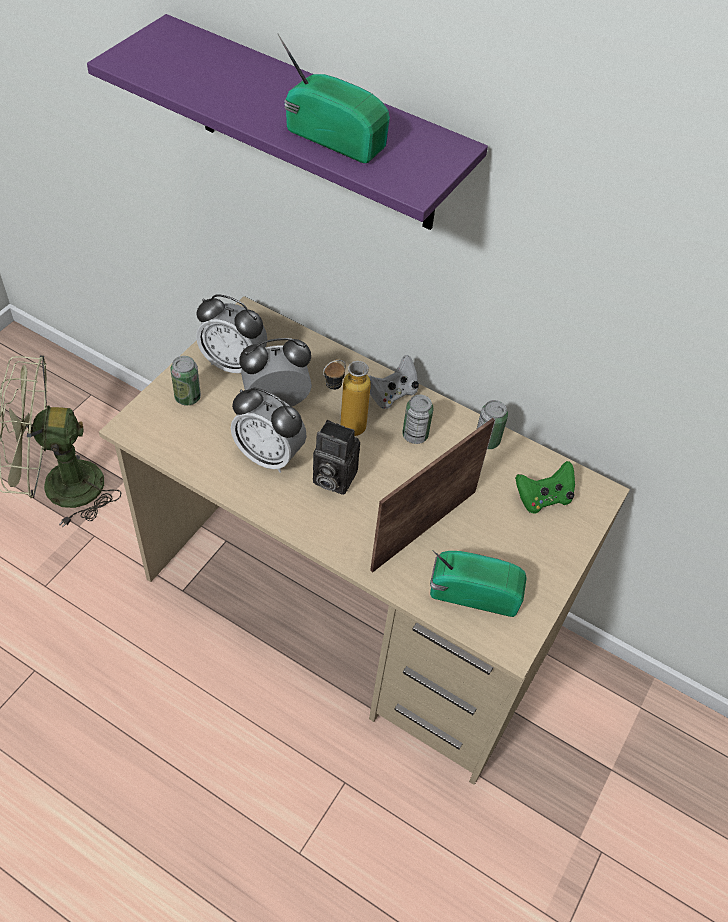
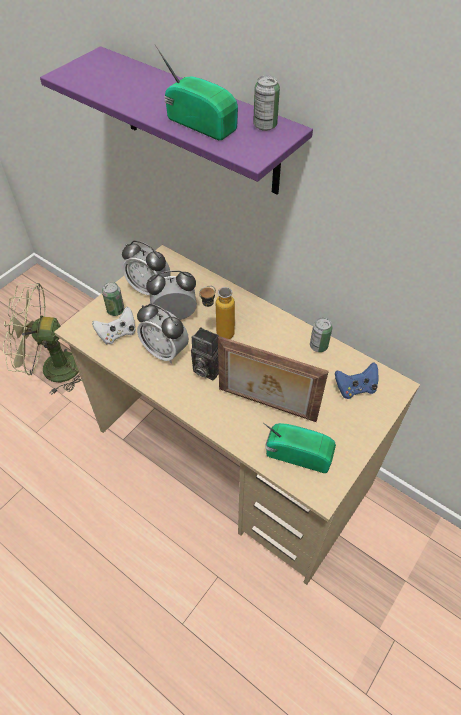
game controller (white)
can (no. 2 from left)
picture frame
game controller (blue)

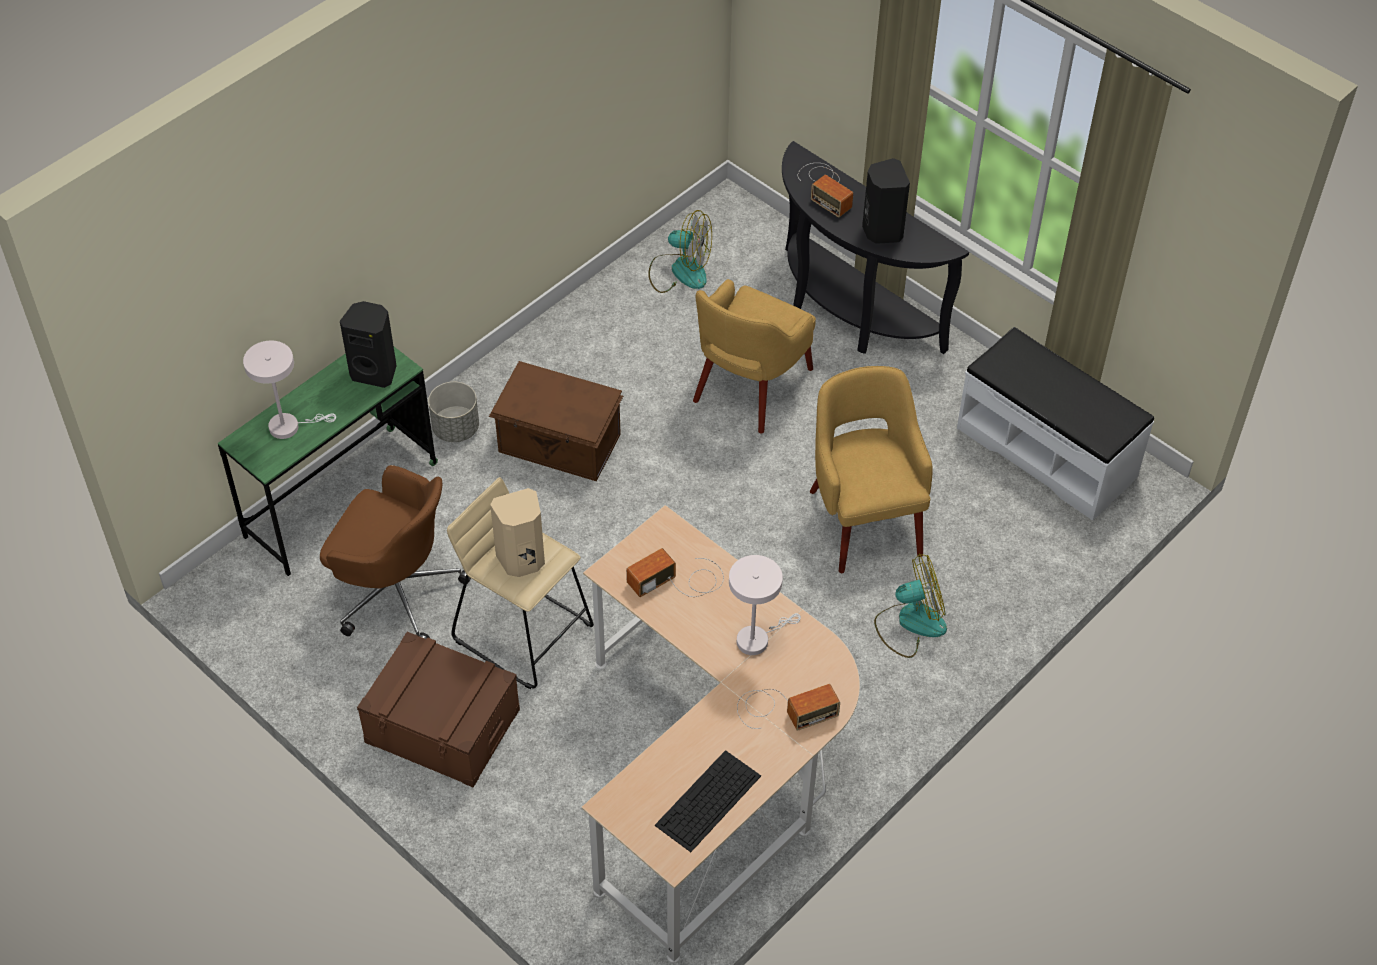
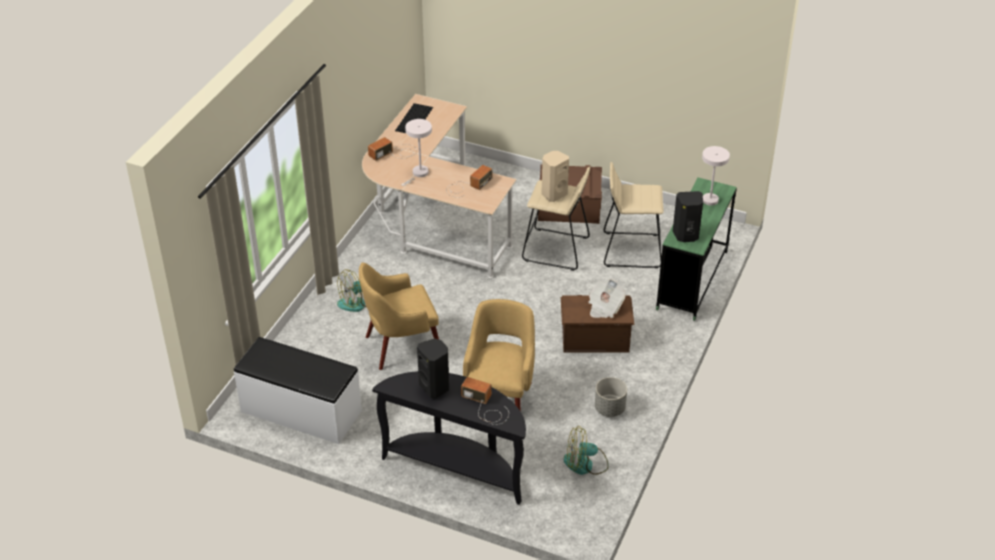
armchair (yellow) (no. 1 from left)
planter (grey)
stool (beige) (no. 2 from left)
newspaper

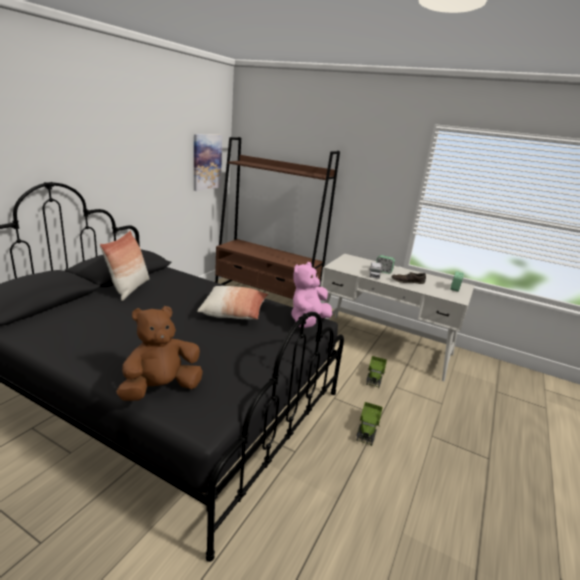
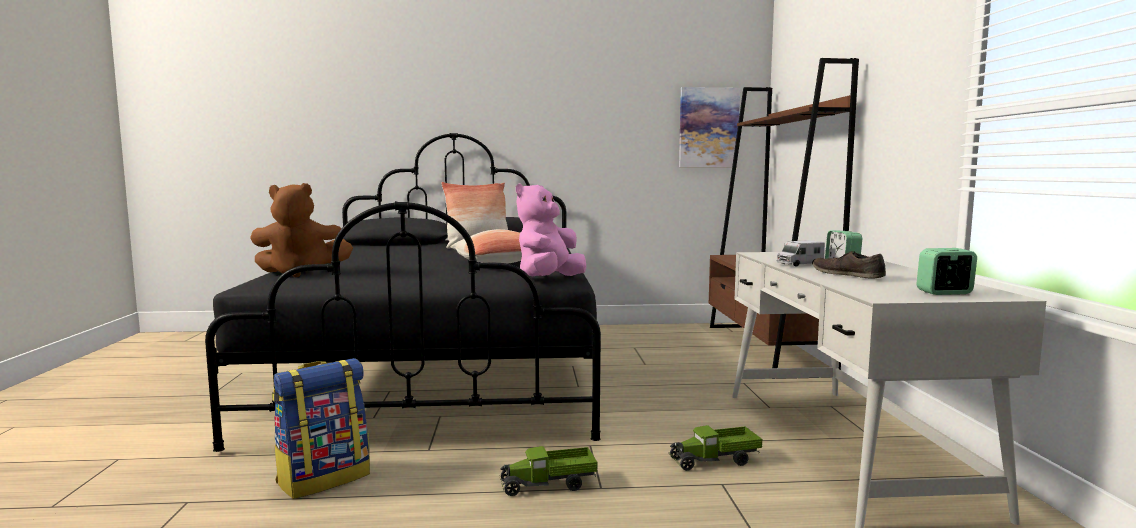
plush toy (pink)
plush toy (brown)
backpack

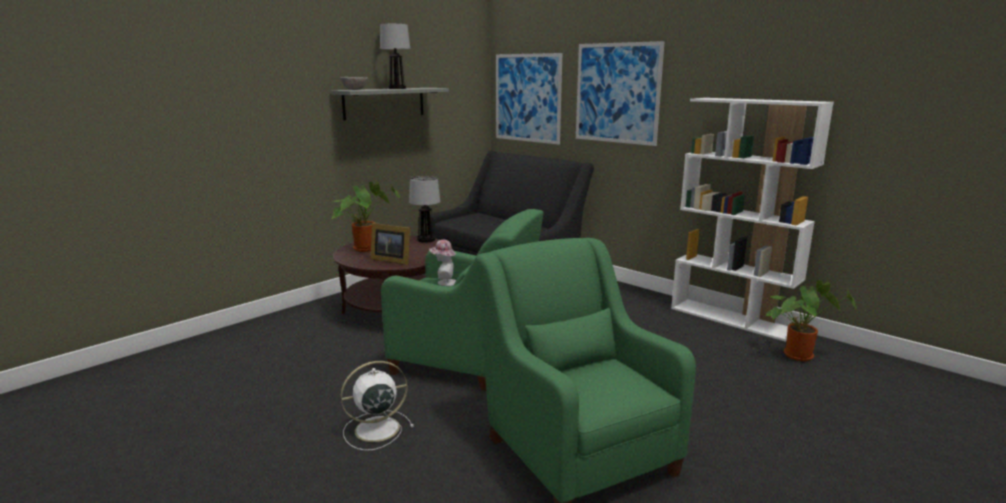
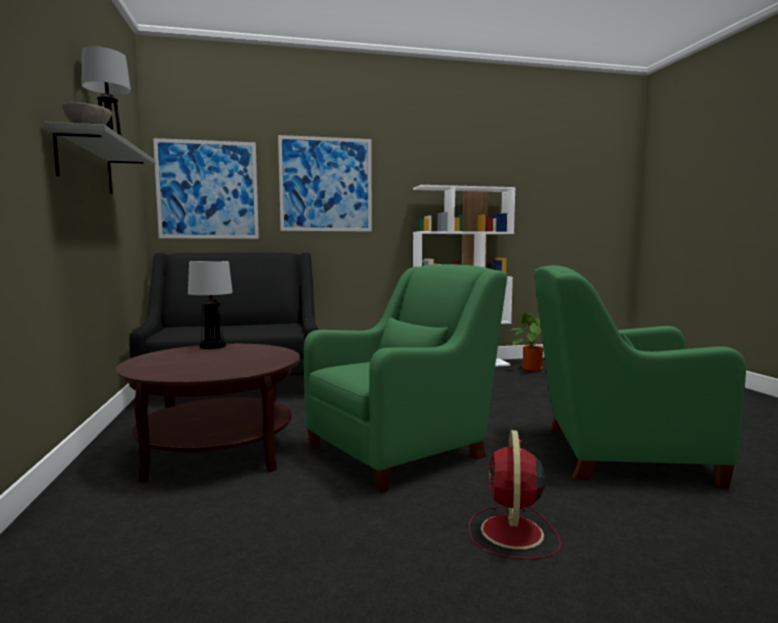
potted plant (no. 1 from left in the first image)
picture frame
hat
fan (red)

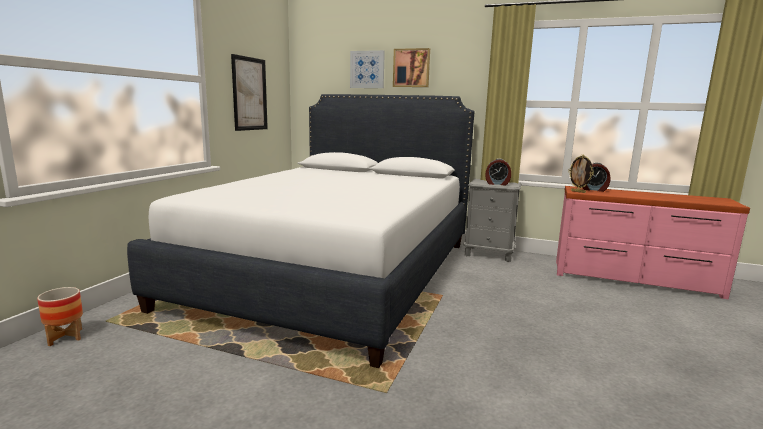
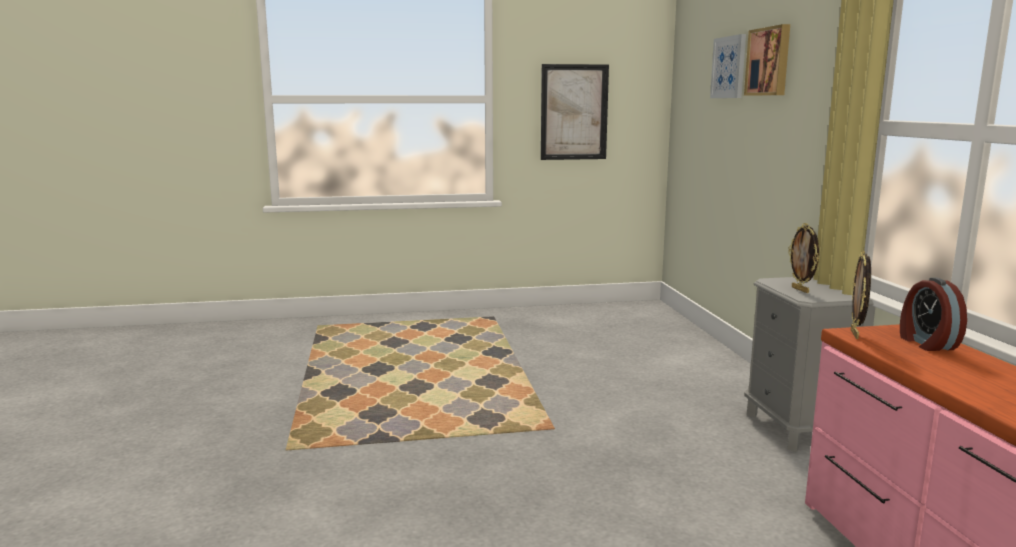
bed (white)
picture frame (no. 1 from left)
planter

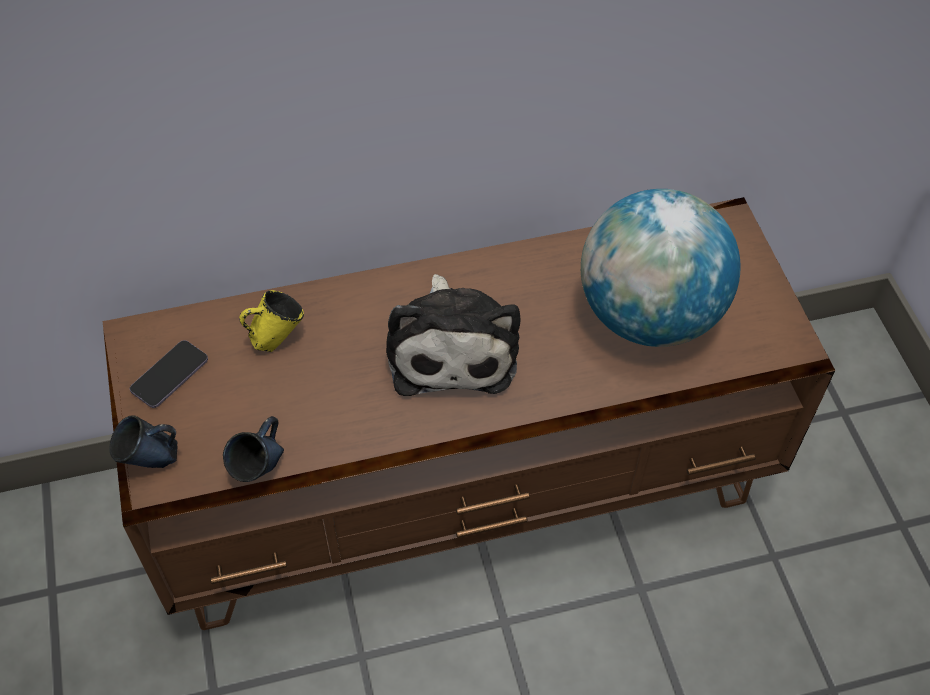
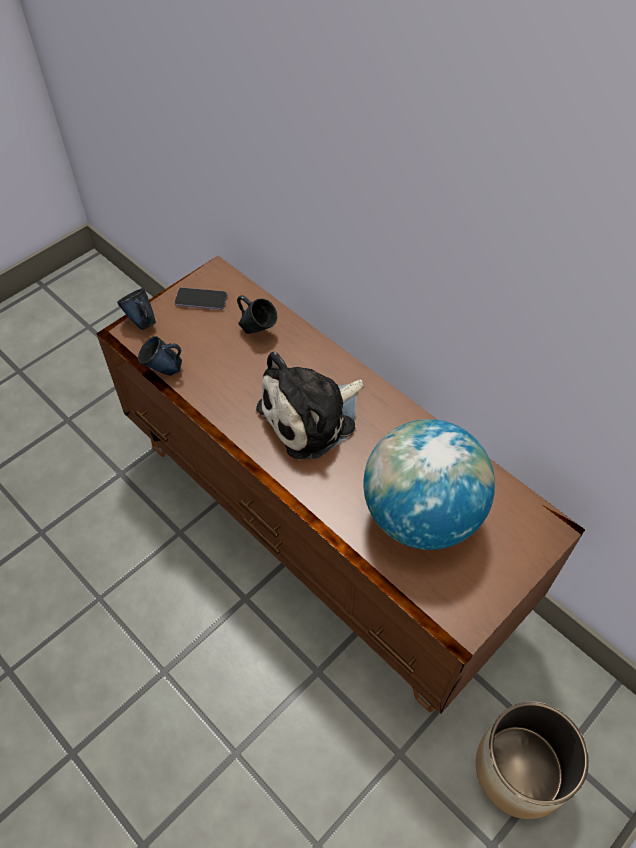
mug (blue) (no. 3 from left)
planter

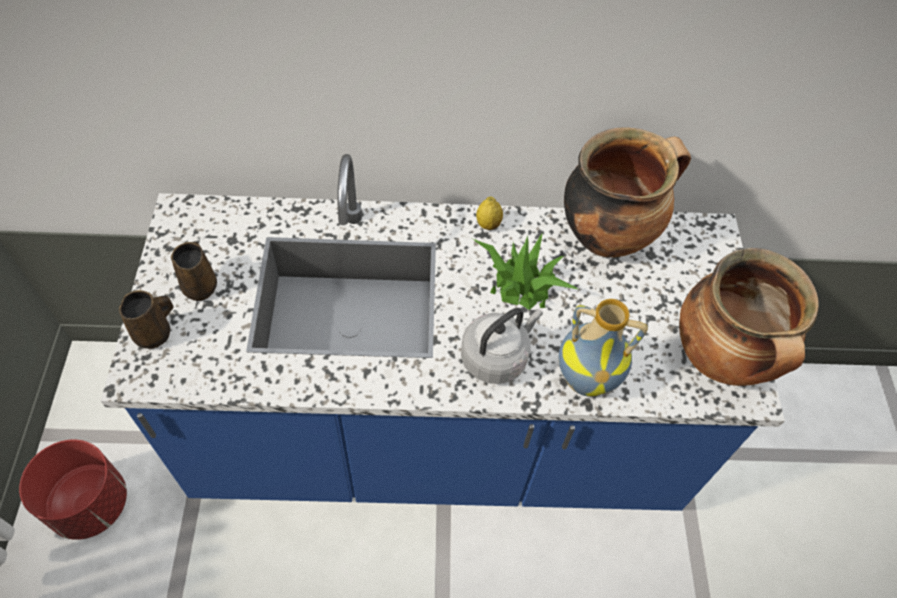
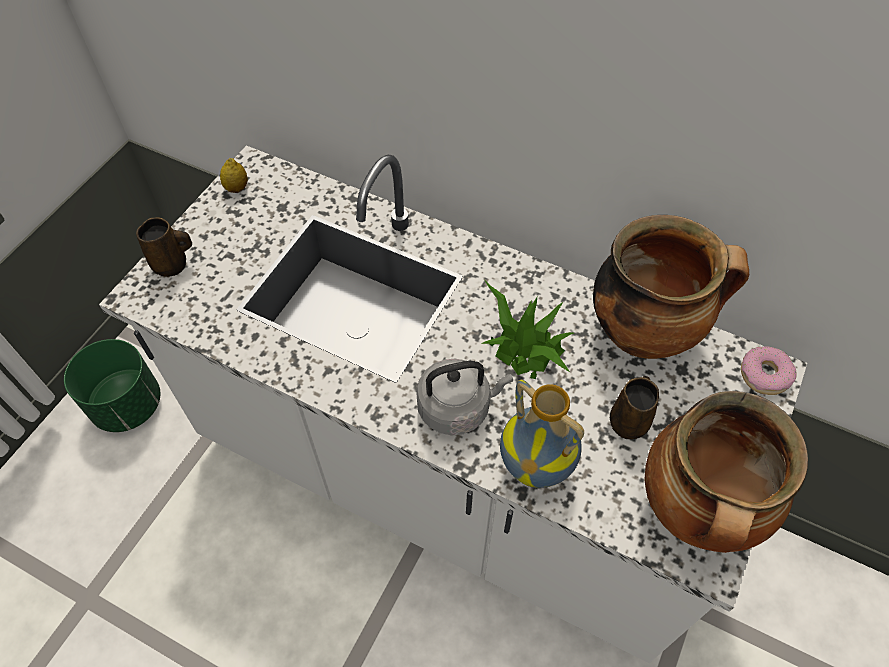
counter (white)
lemon
mug (brown) (no. 2 from left)
planter (green)
donut

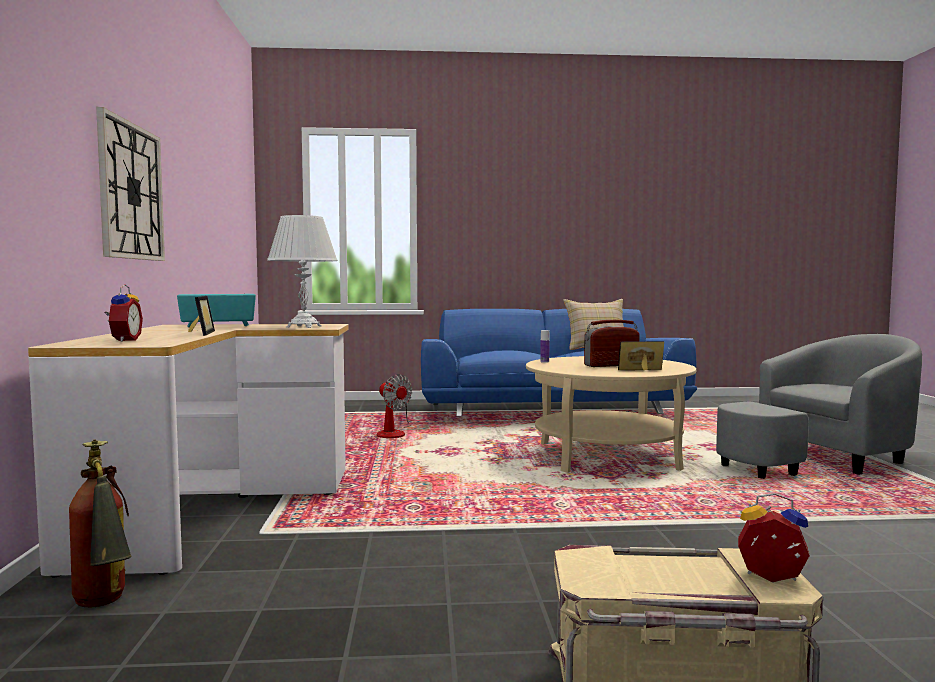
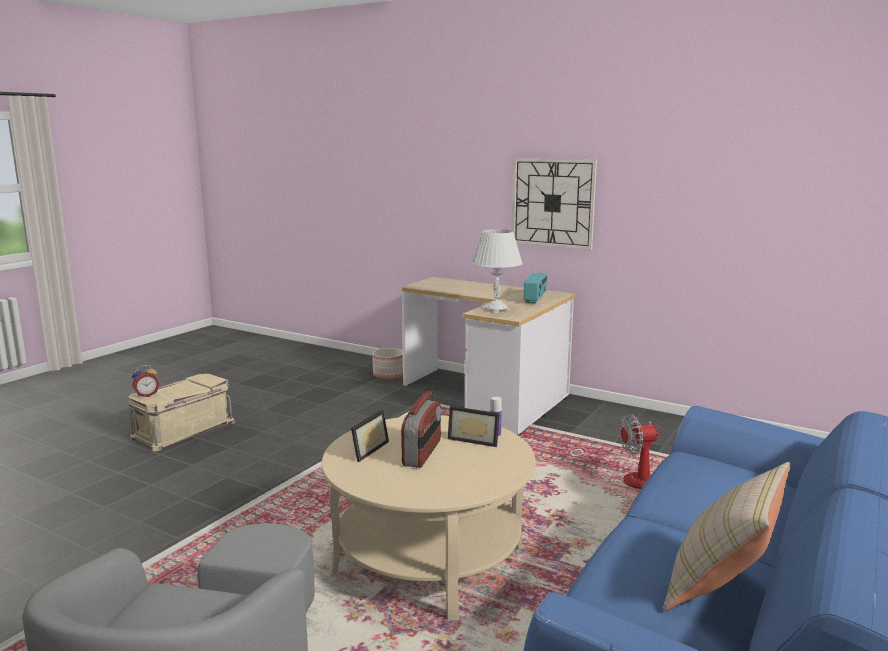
alarm clock (no. 1 from left in the first image)
picture frame (no. 2 from left)
planter

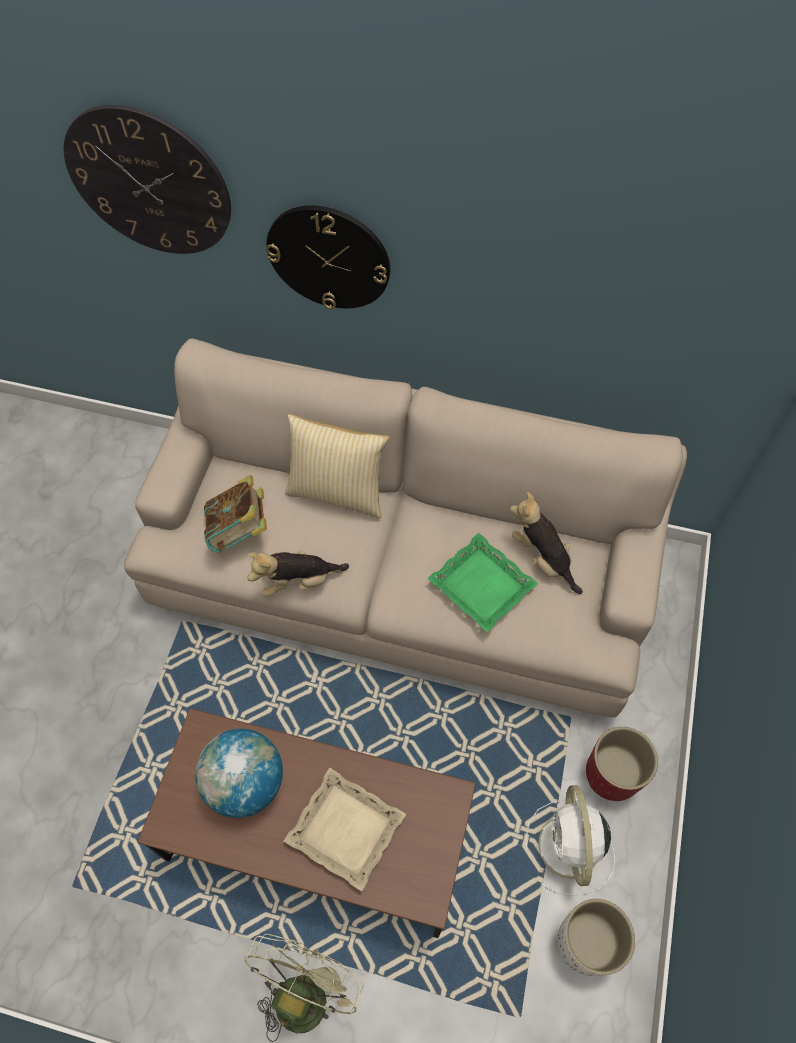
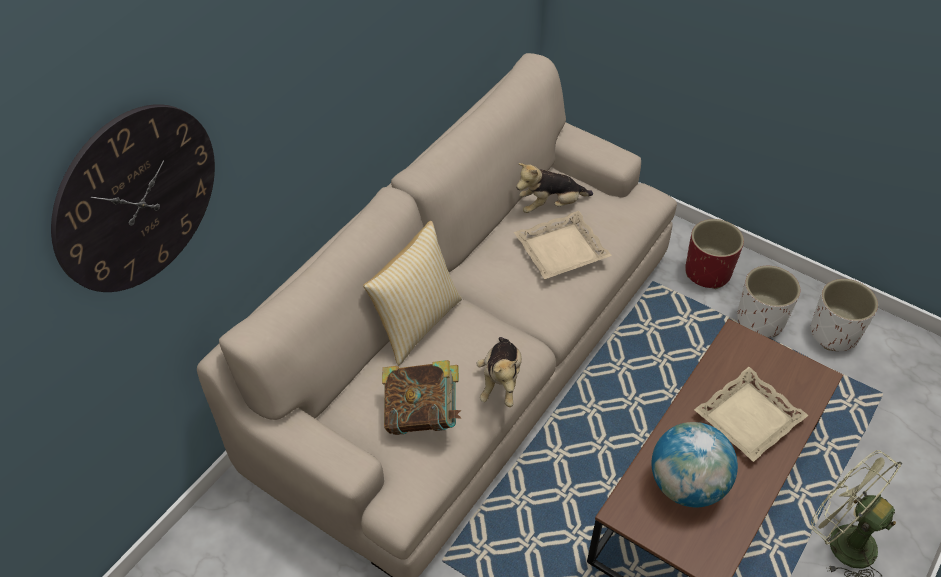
wall clock (no. 2 from left in the first image)
tray (beige) (no. 1 from left)
planter (white) (no. 1 from left)

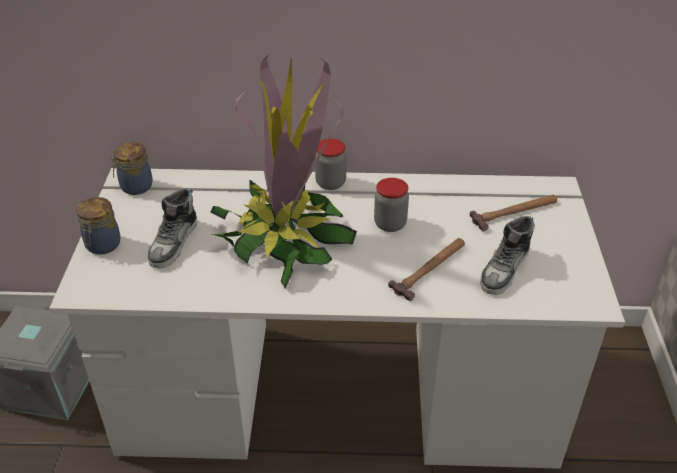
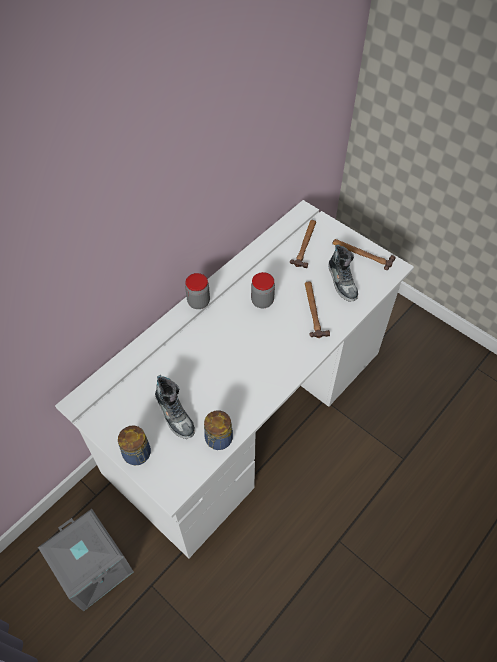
potted plant
jar (no. 3 from left)
hammer (no. 3 from left)

